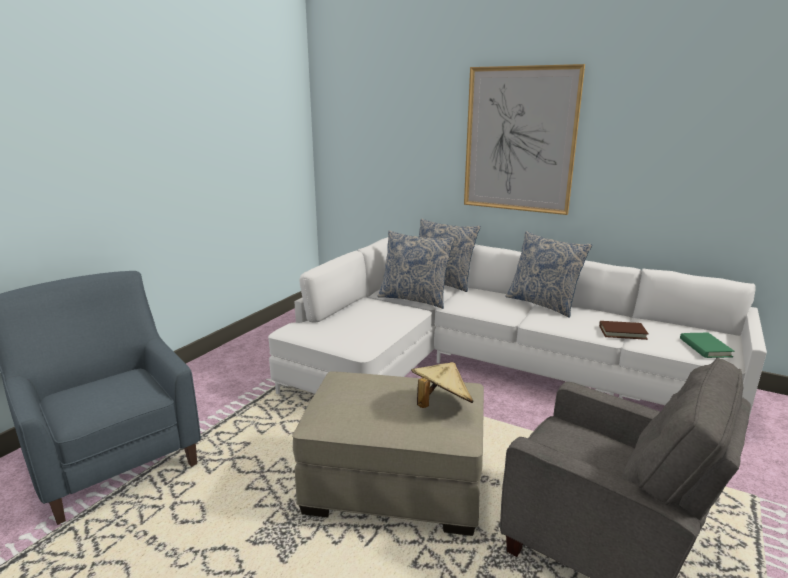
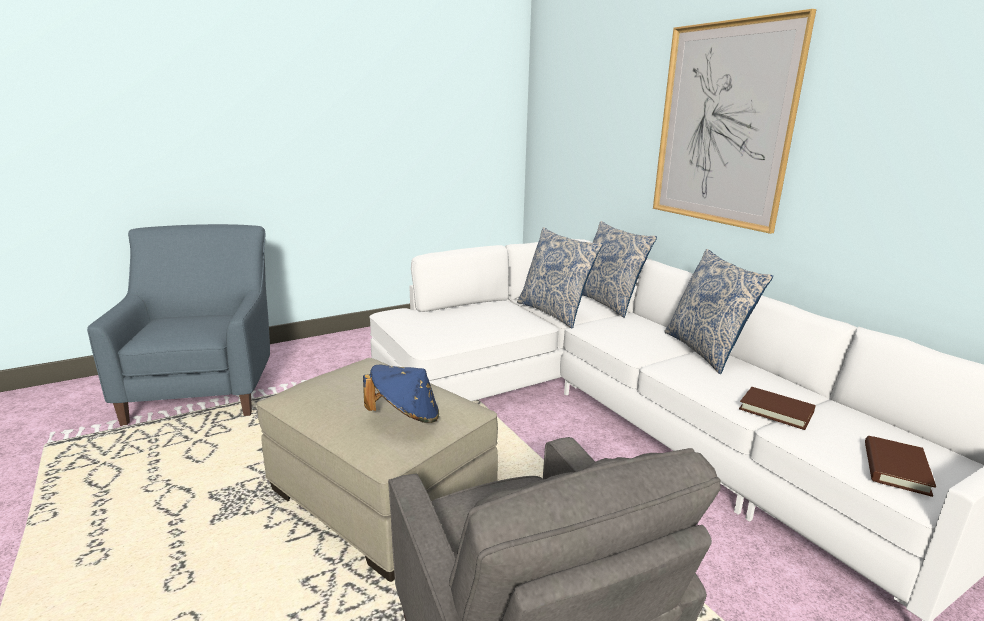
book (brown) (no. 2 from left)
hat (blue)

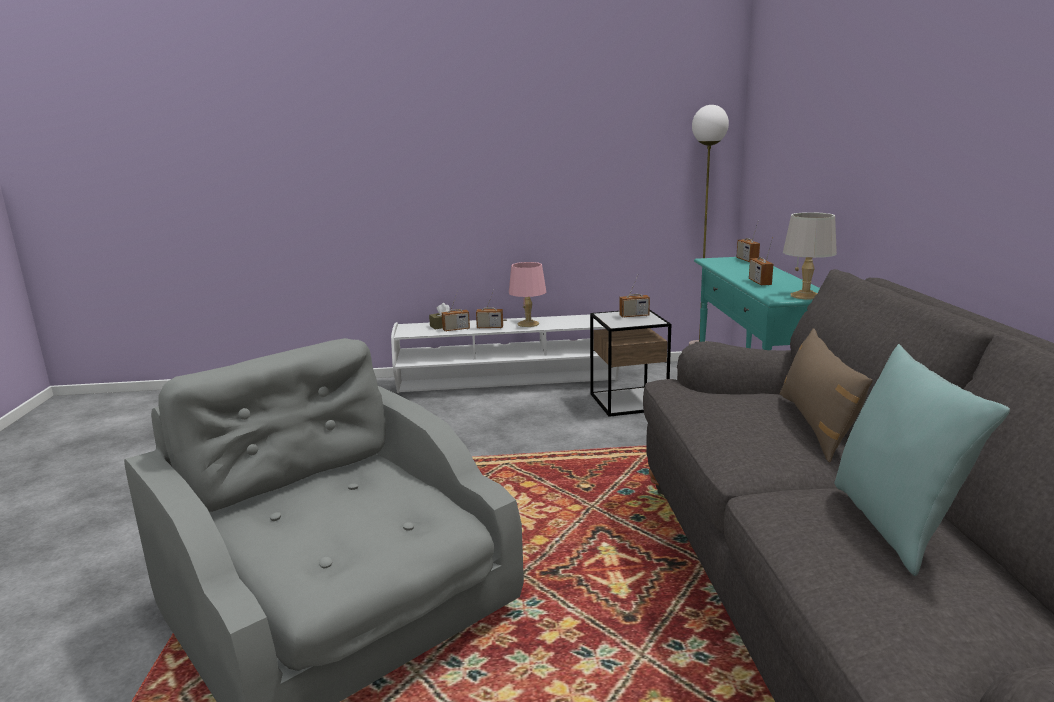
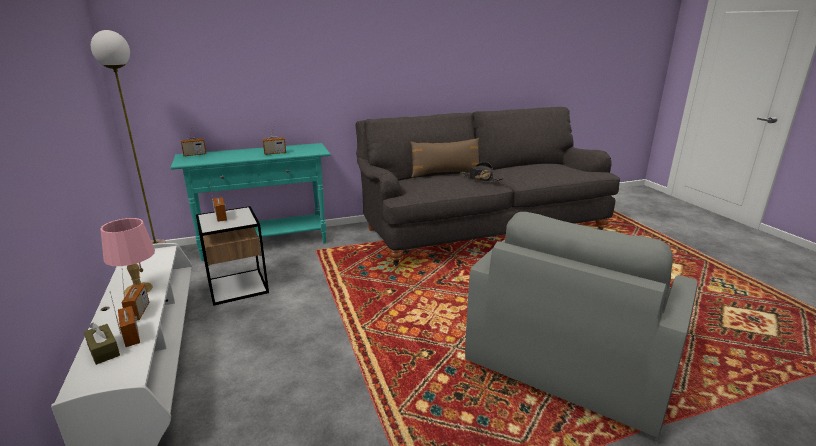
table lamp (grey)
pillow (turquoise)
hat (black)

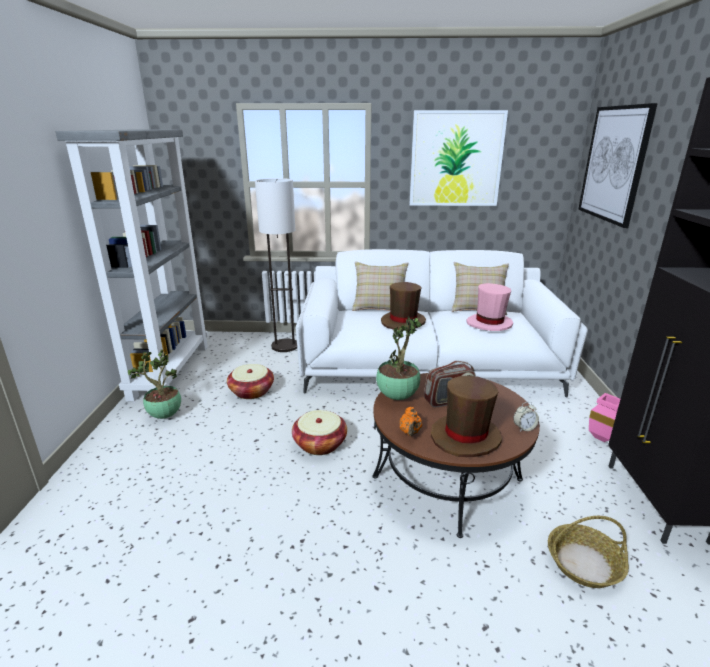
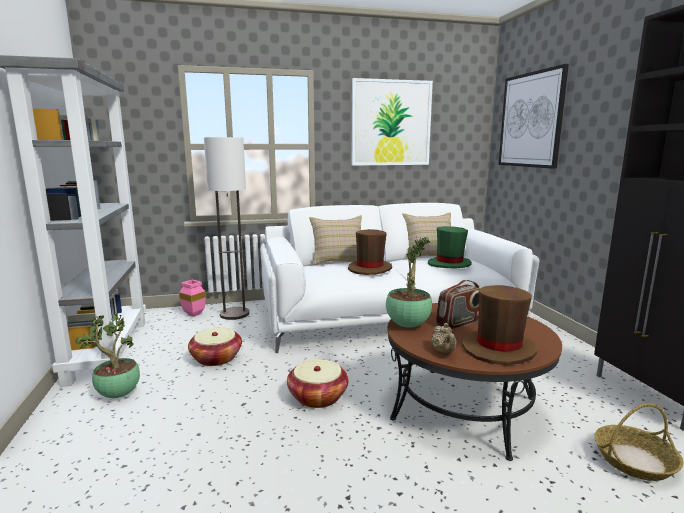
hat (green)
vase (pink)
alarm clock
teapot (beige)

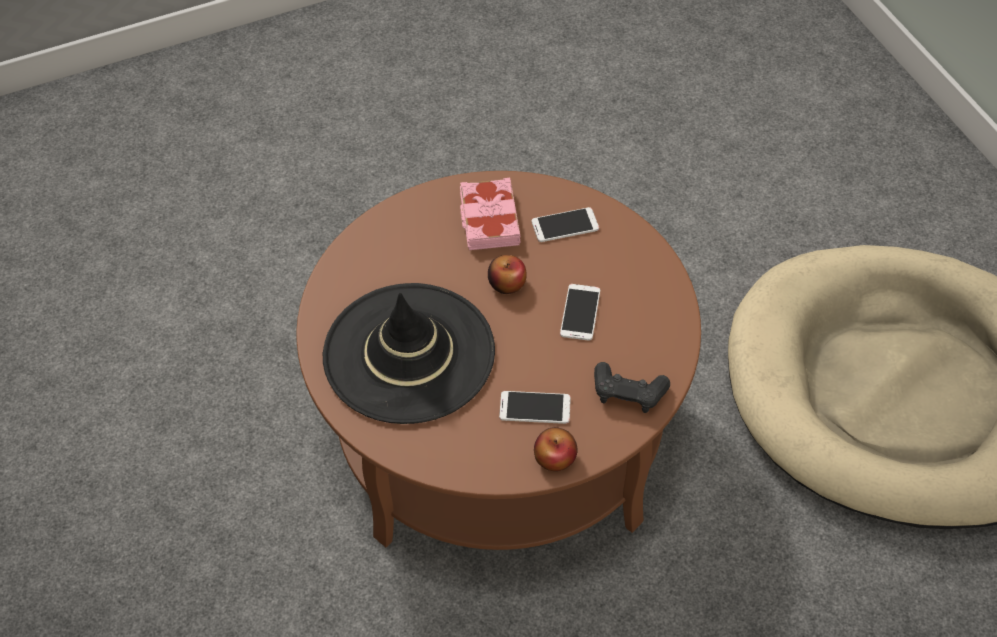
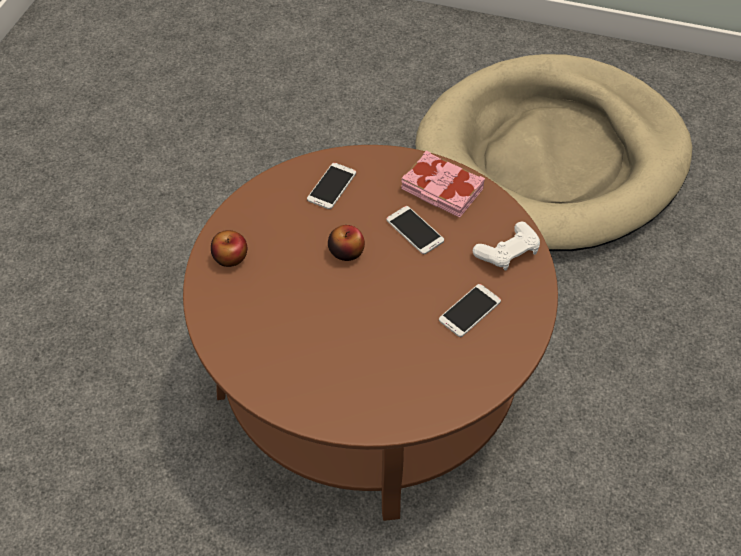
book (pink)
hat (black)
game controller (white)
apple (no. 1 from left)

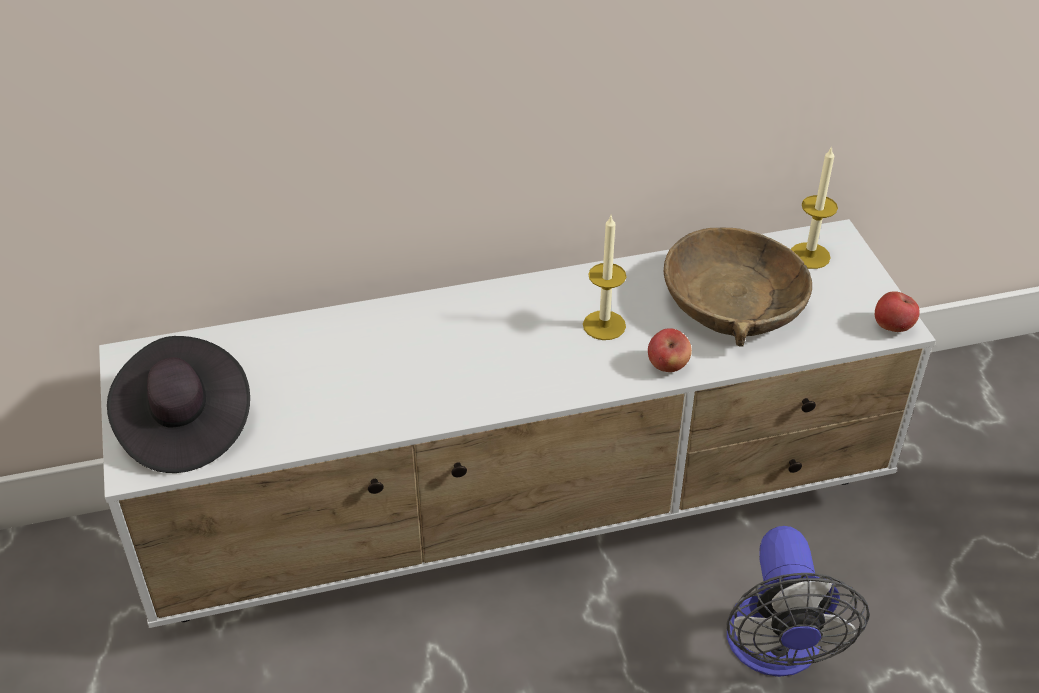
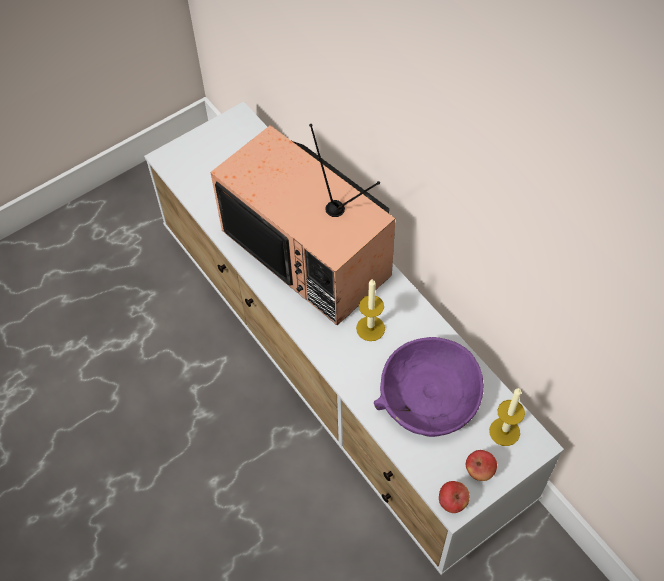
bowl (purple)
apple (no. 2 from left)
hat (black)
fan
television

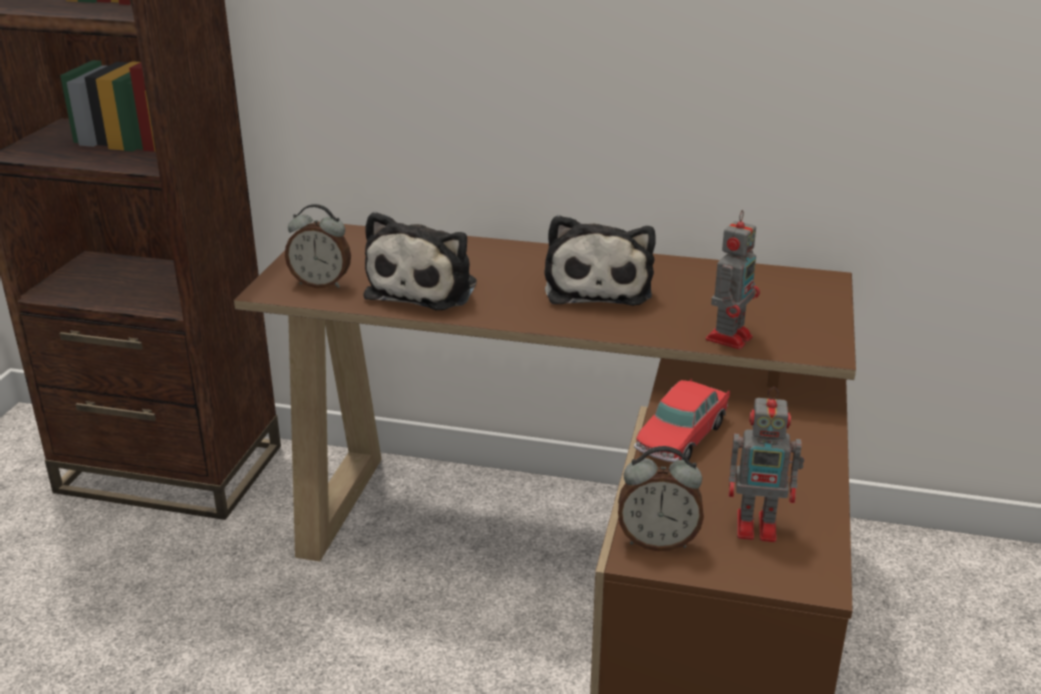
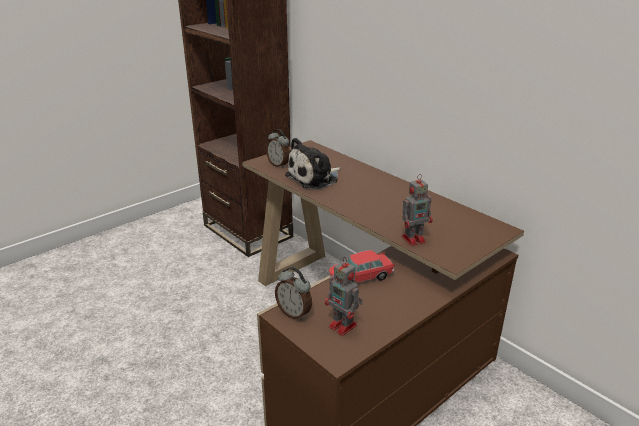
plush toy (no. 2 from left in the first image)

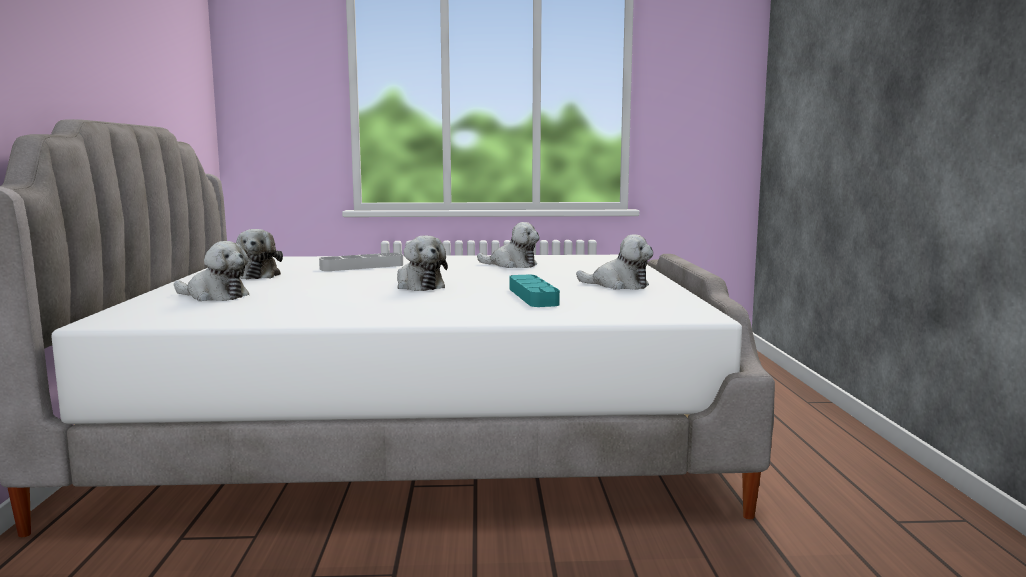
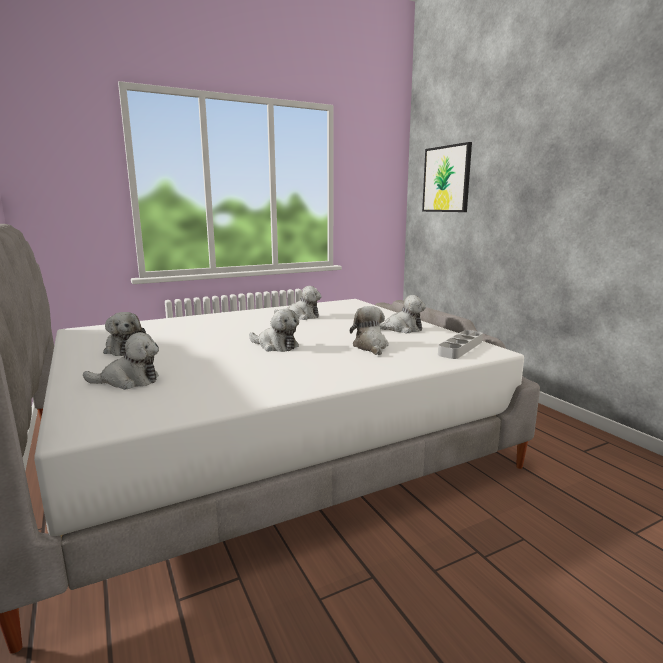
tray (grey)
plush toy (no. 5 from left)
picture

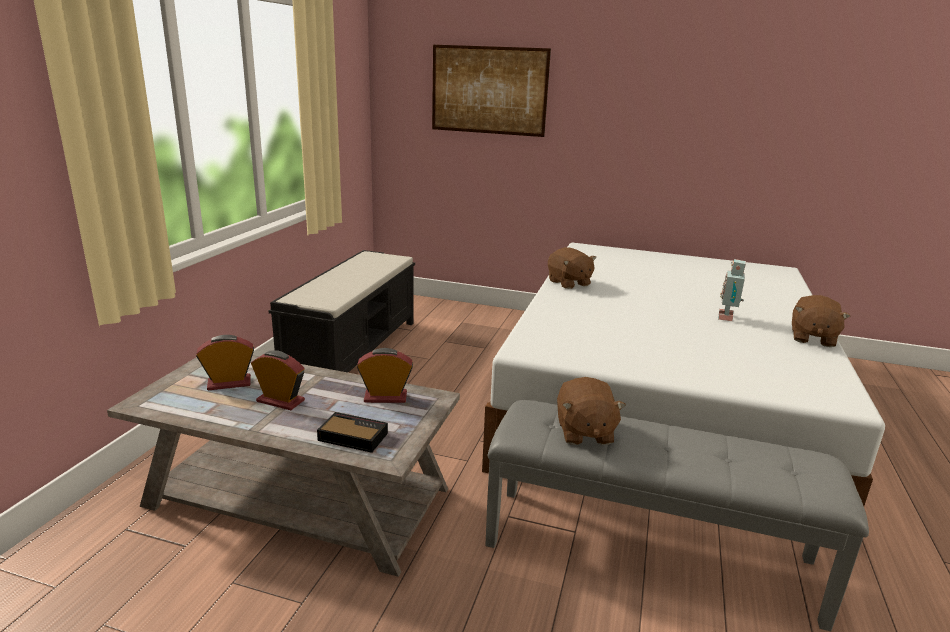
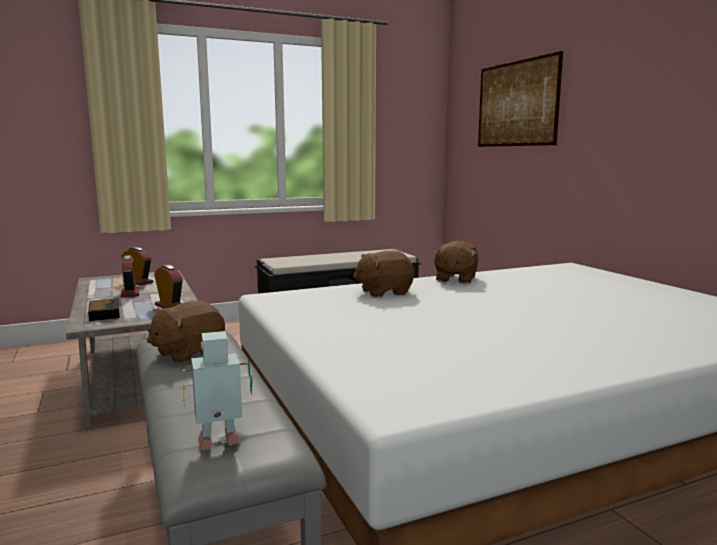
toy robot
plush toy (brown) (no. 2 from left)

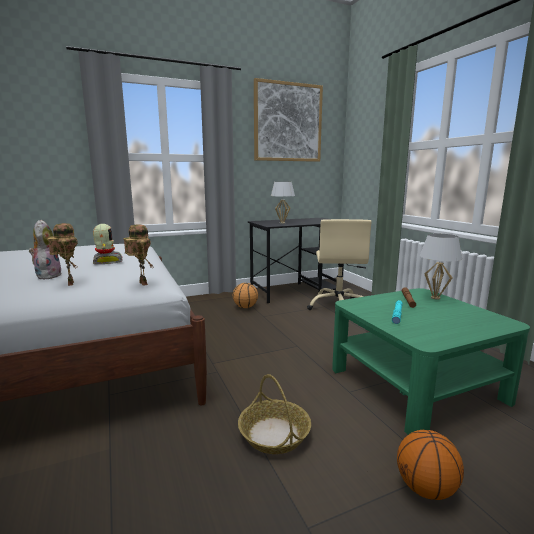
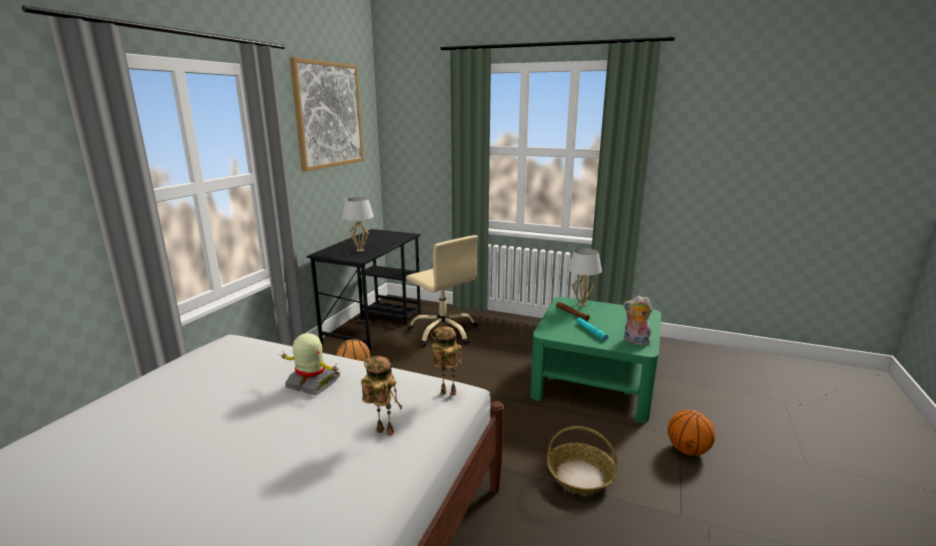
plush toy

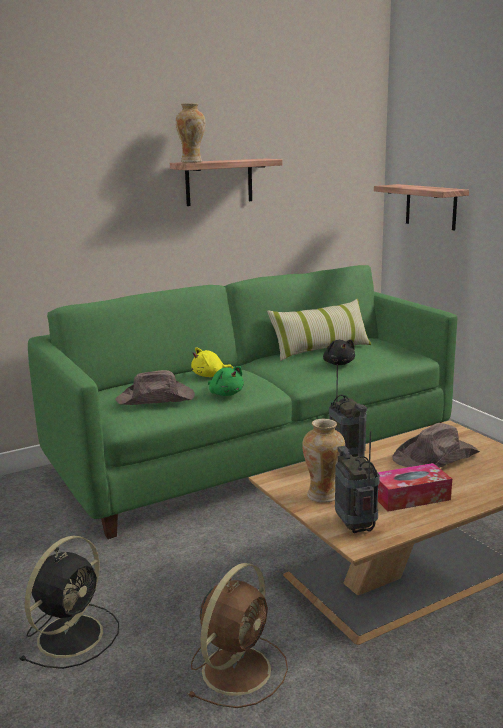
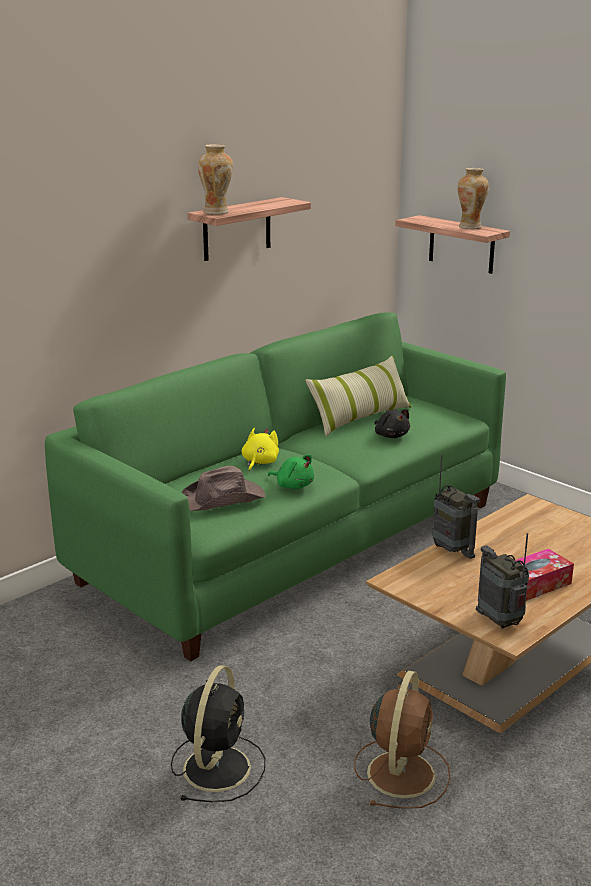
plush toy (yellow)
vase (no. 2 from left)
hat (brown) (no. 2 from left in the first image)

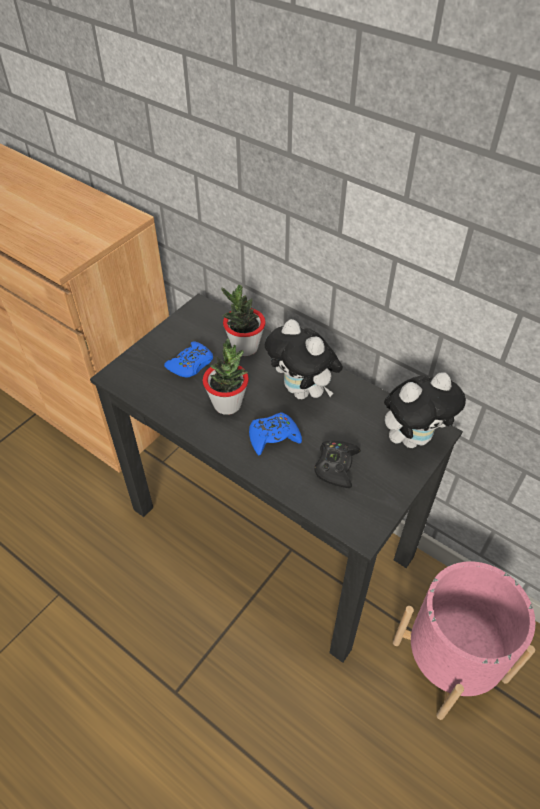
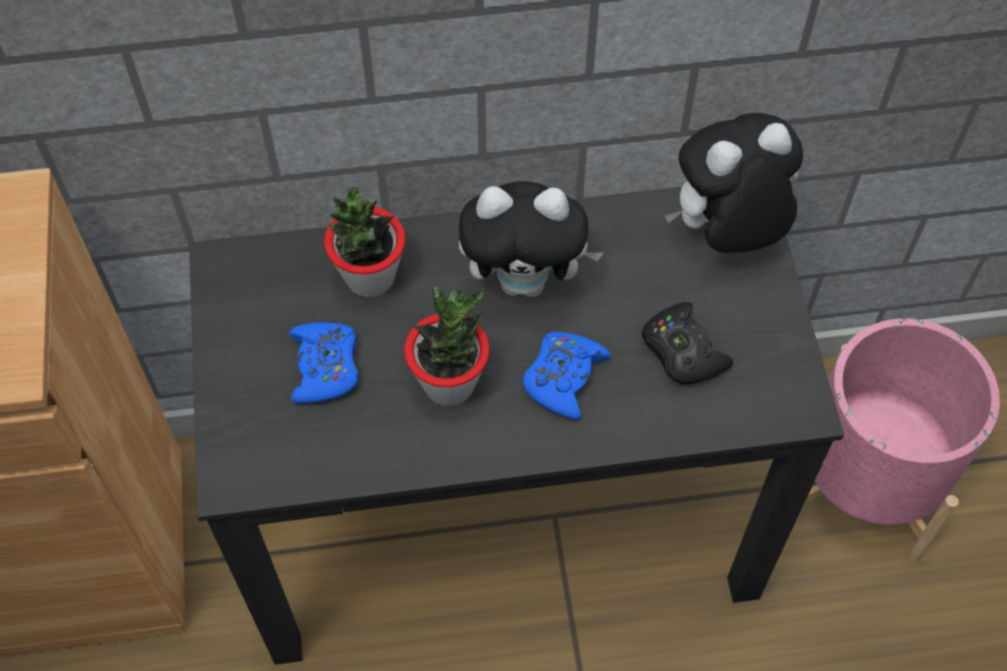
plush toy (no. 2 from left)

